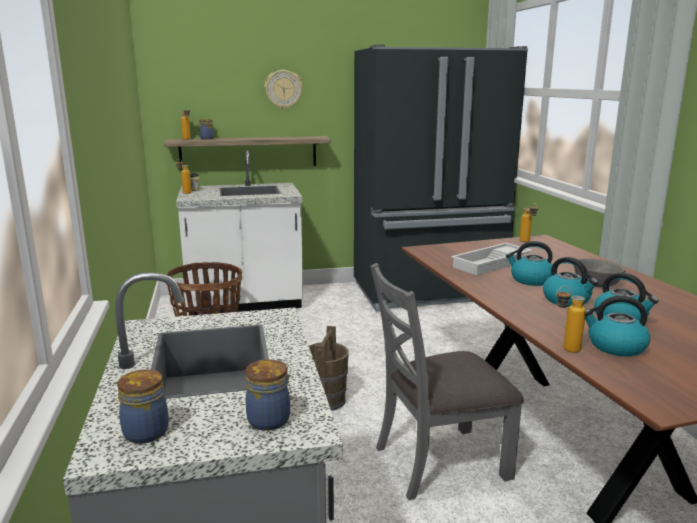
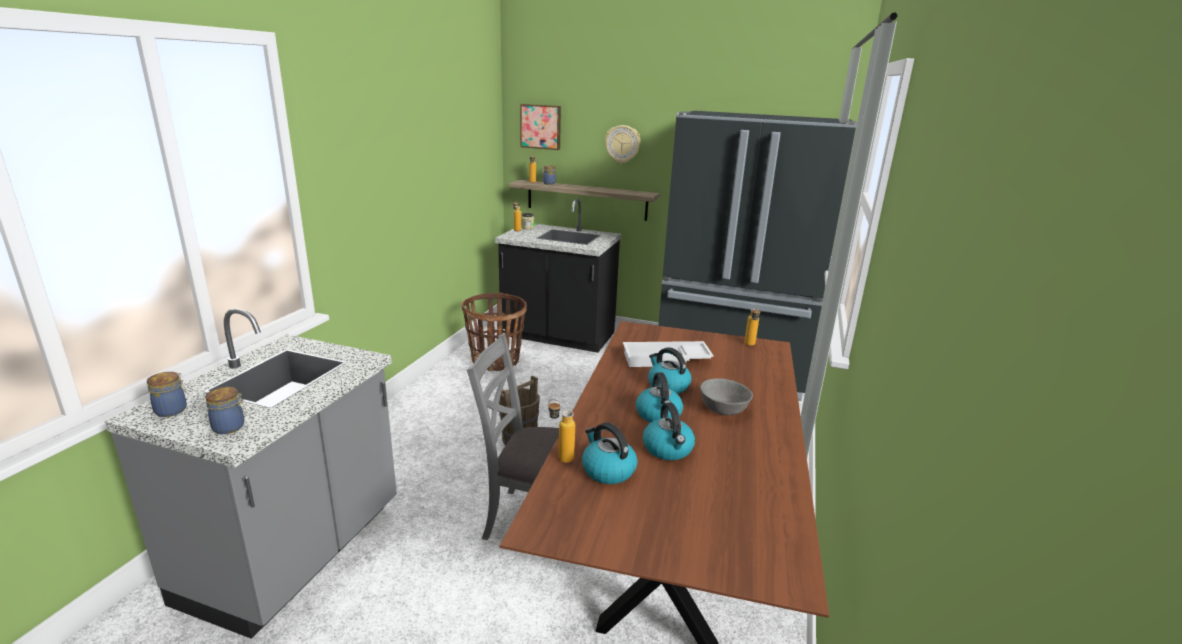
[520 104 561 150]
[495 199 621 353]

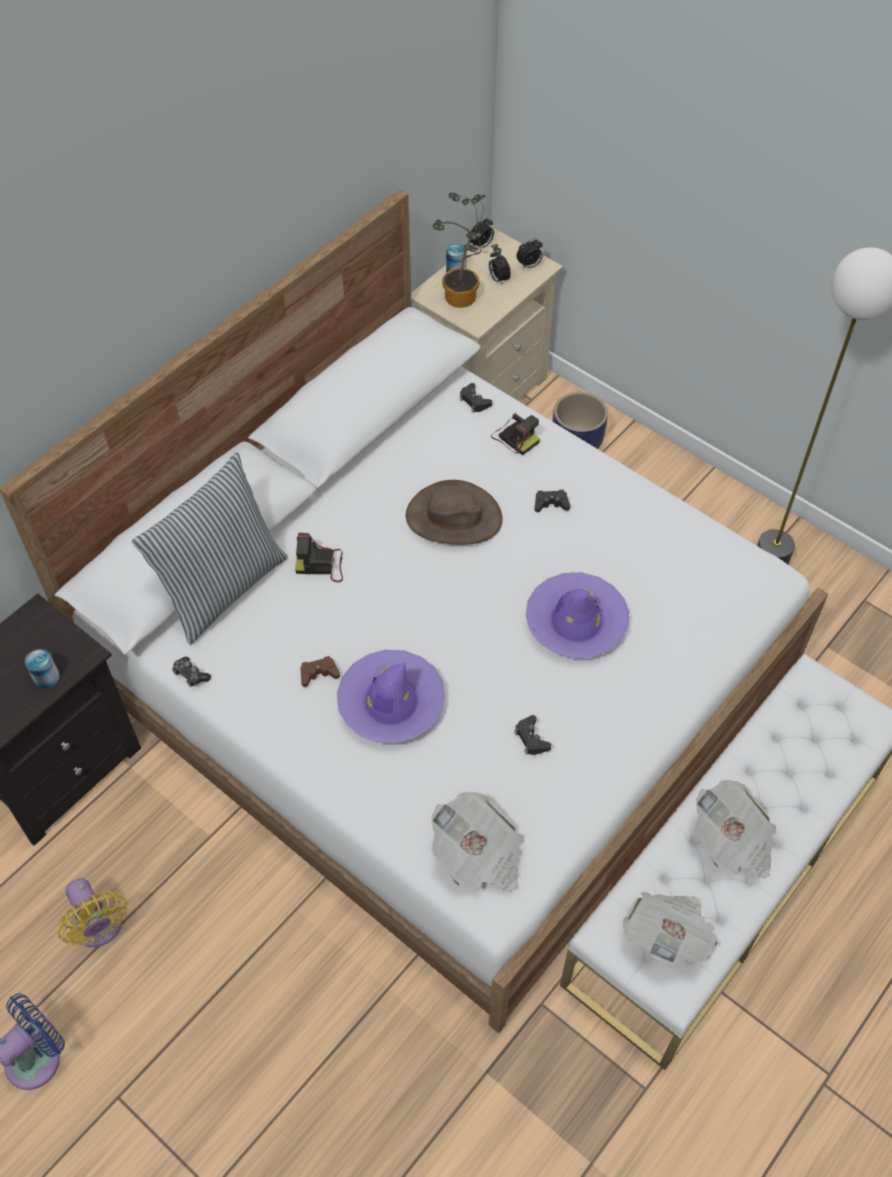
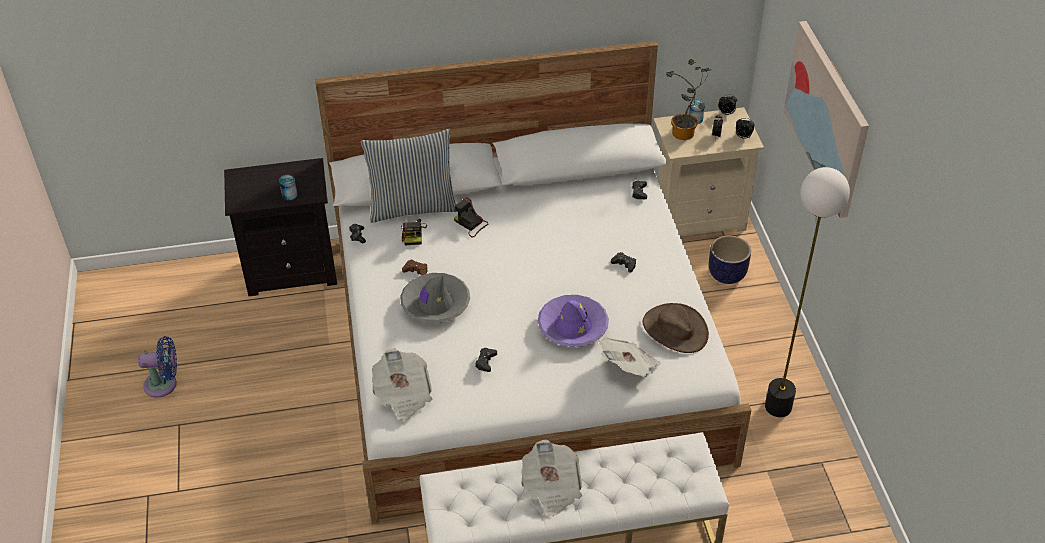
[58 878 128 947] (first image)
[783 21 869 218]
[643 303 709 353]
[401 219 427 245]
[599 337 661 377]
[400 273 470 323]

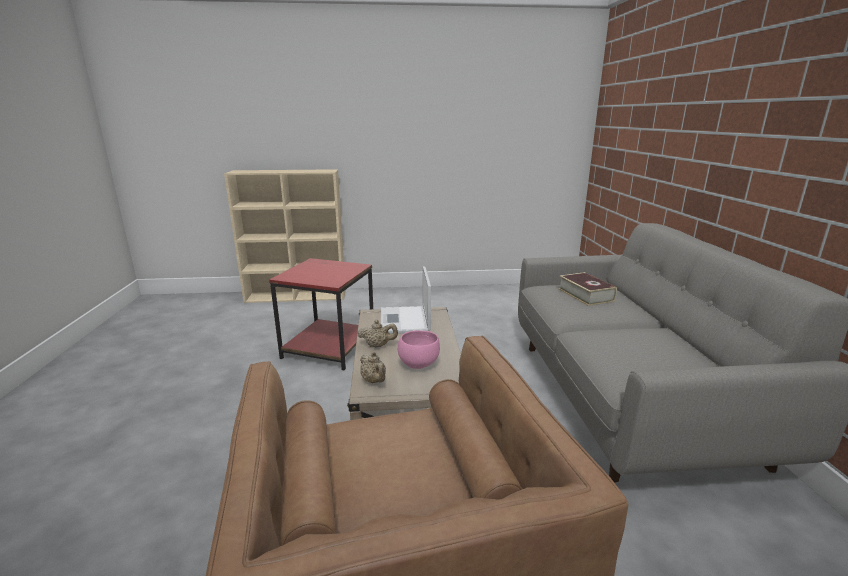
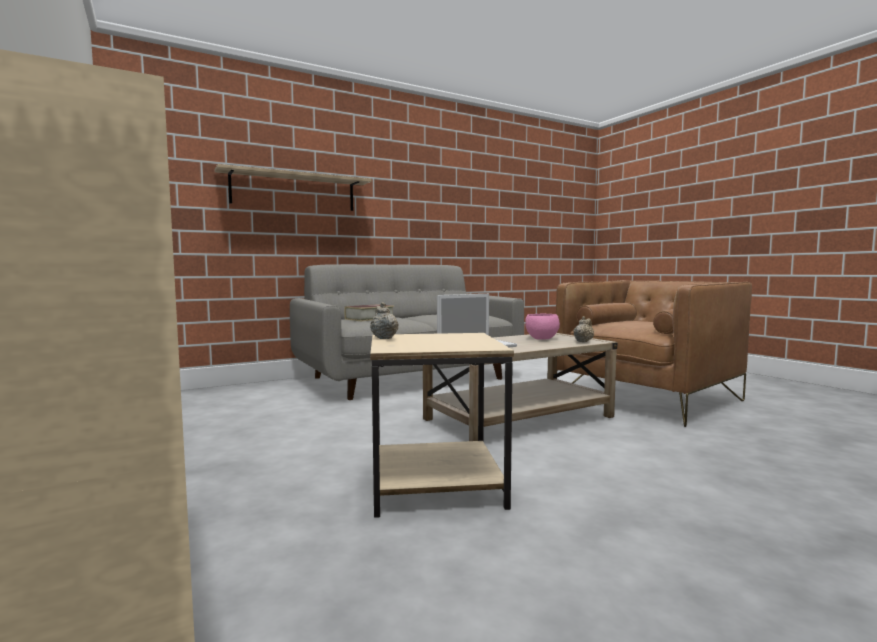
[215 164 371 211]
[370 302 399 339]
[370 333 514 518]

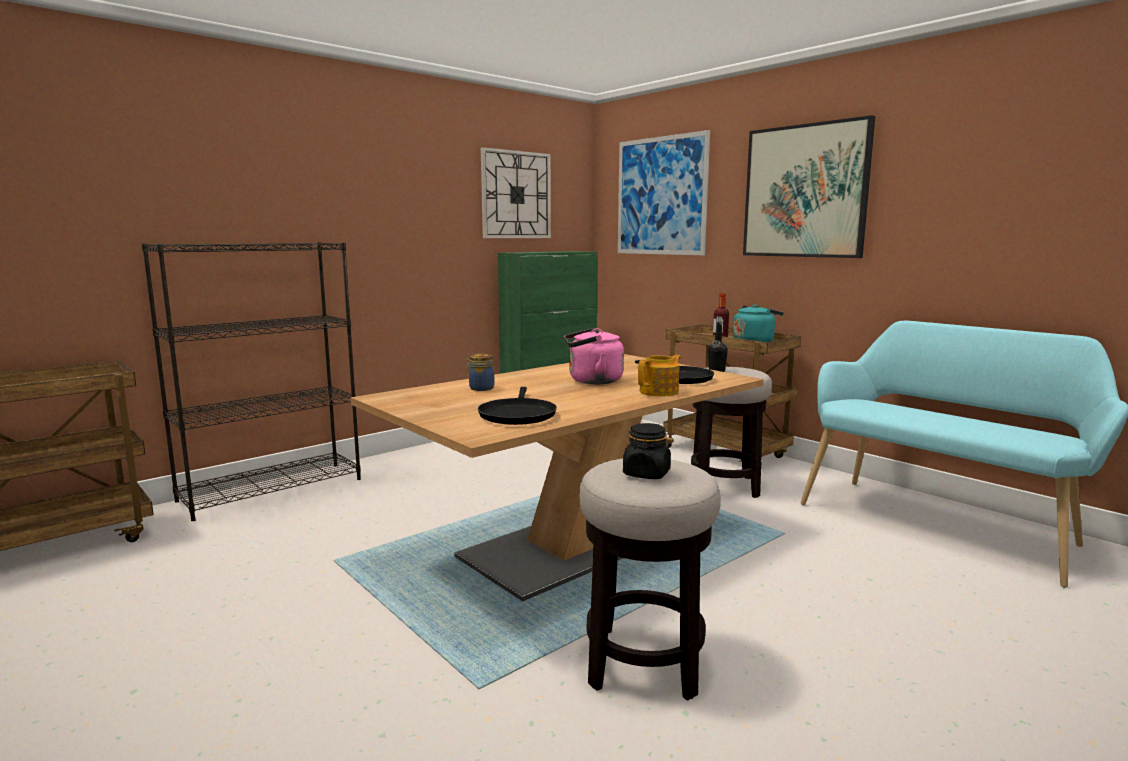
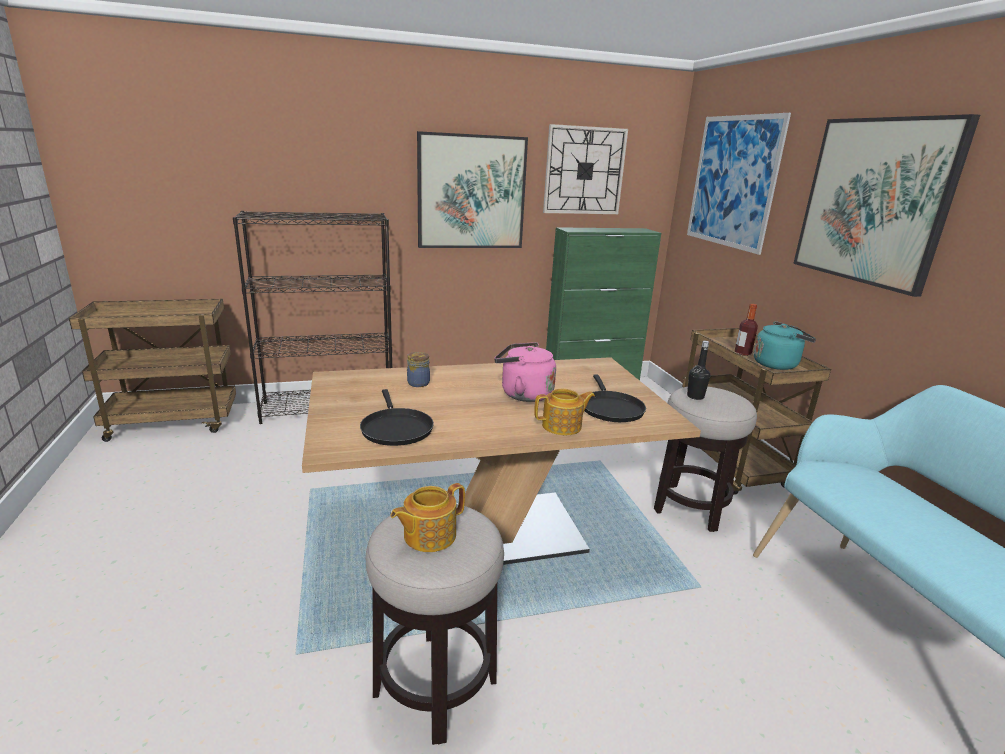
[417 131 528 248]
[391 483 465 552]
[360 389 434 446]

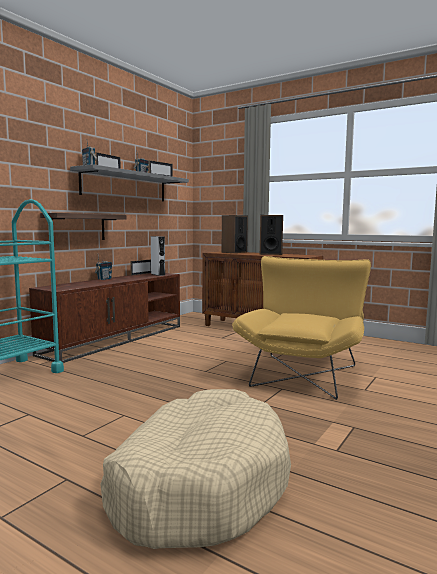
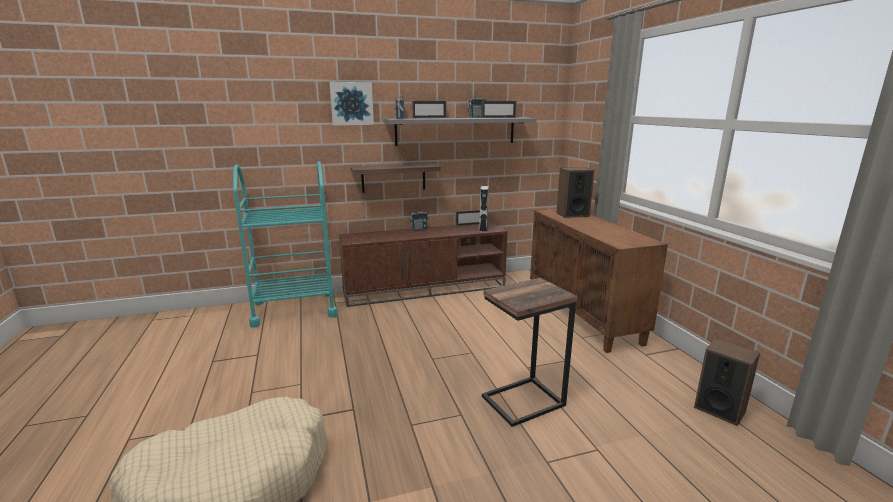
[329 82 374 125]
[694 338 761 426]
[482 278 578 427]

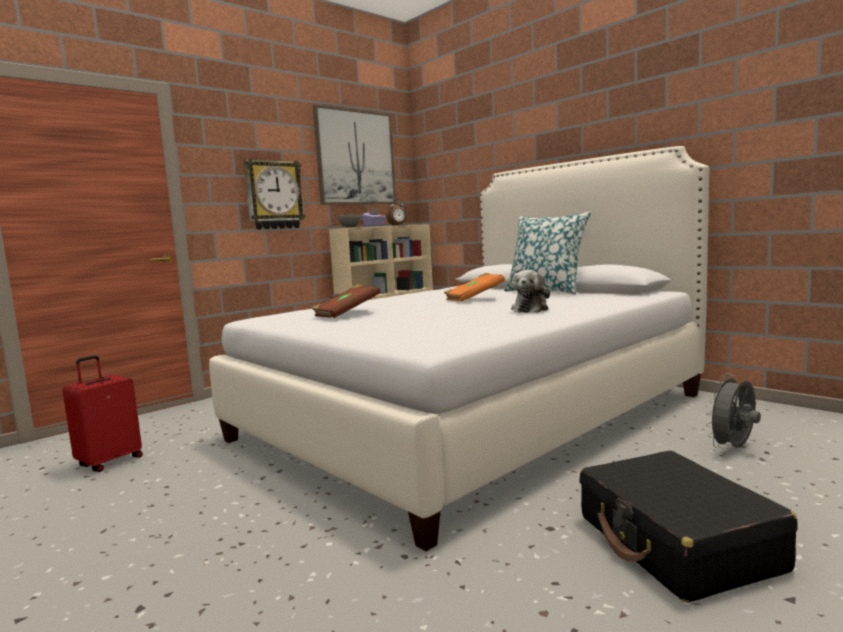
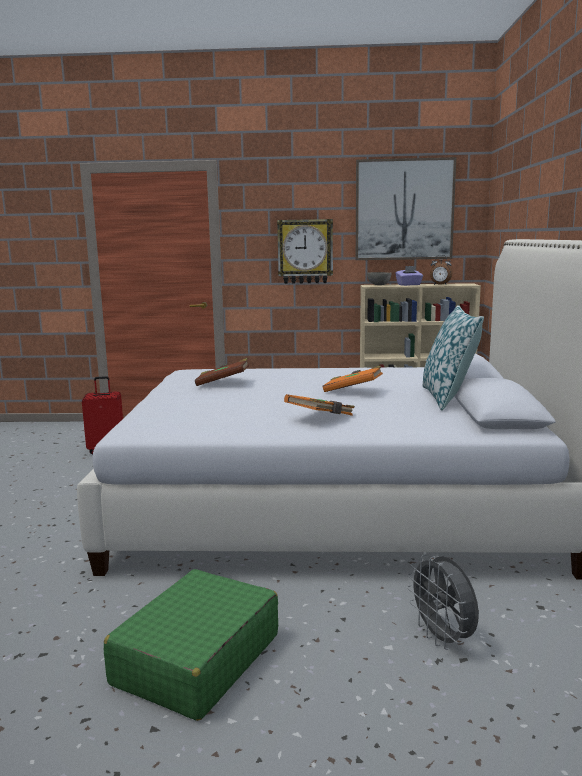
[284 394 355 416]
[104 569 278 721]
[407 554 479 650]

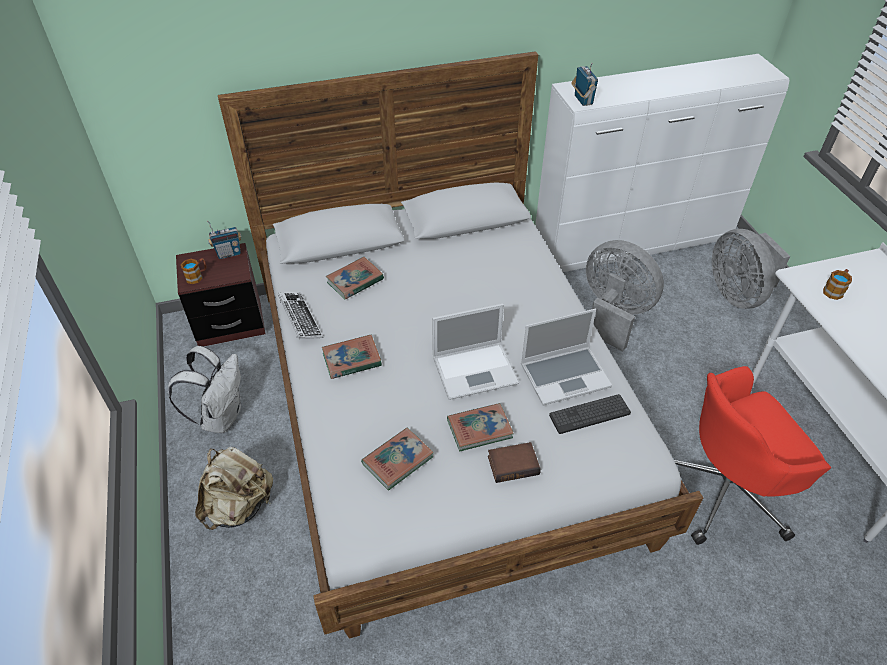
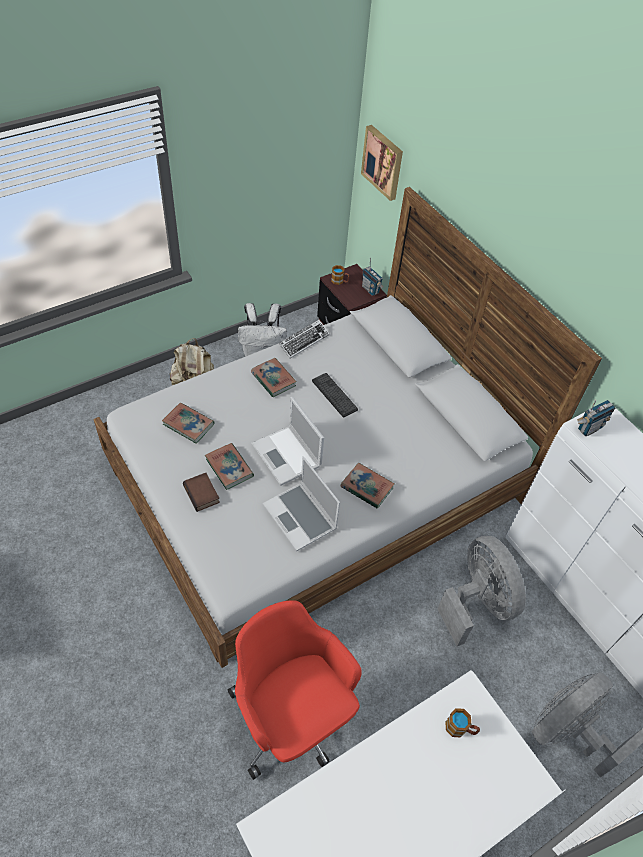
[361 125 403 201]
[341 463 395 509]
[312 373 358 418]
[437 536 526 646]

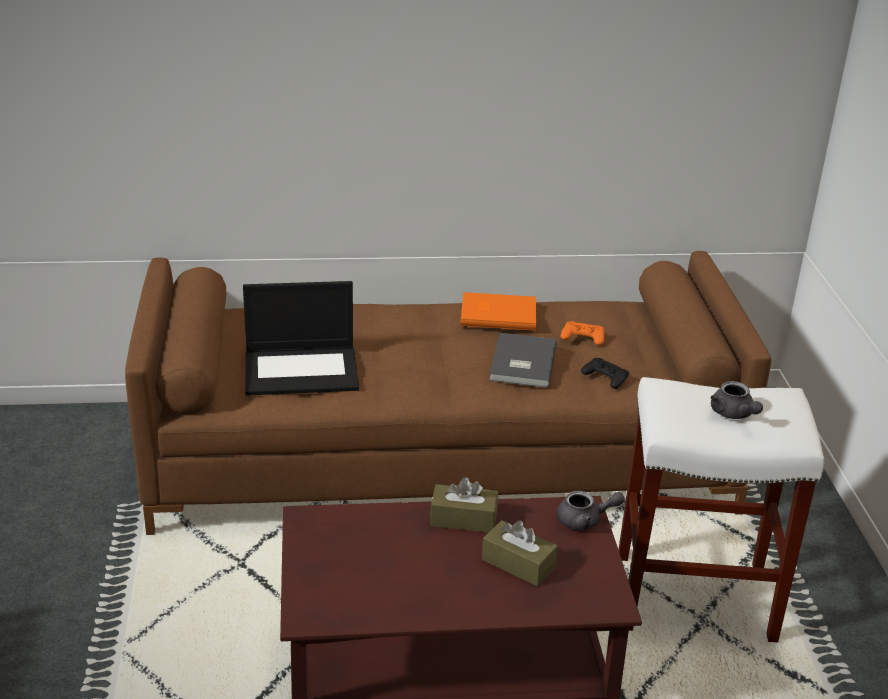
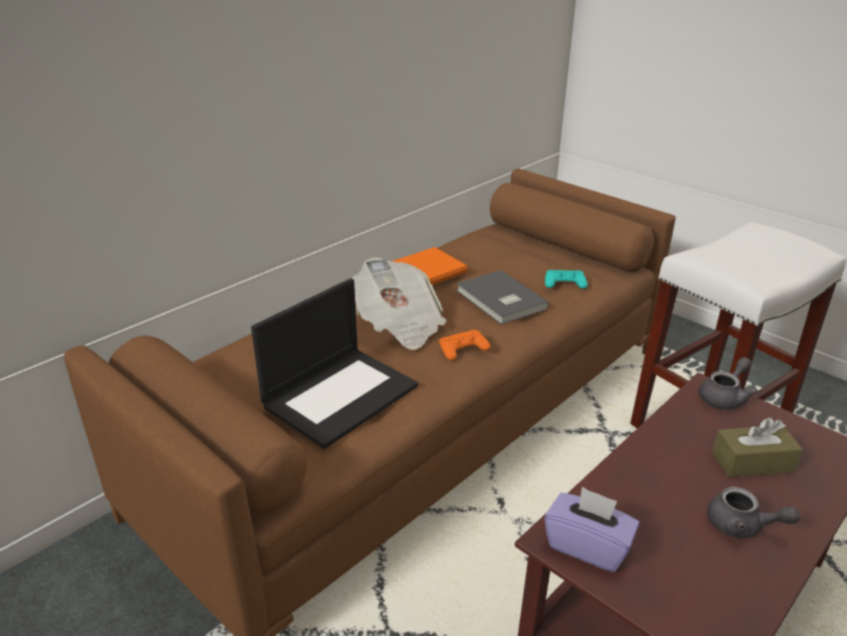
[430 477 498 533] (first image)
[351 257 447 350]
[544 487 639 572]
[439 330 491 360]
[707 487 800 538]
[545 270 588 289]

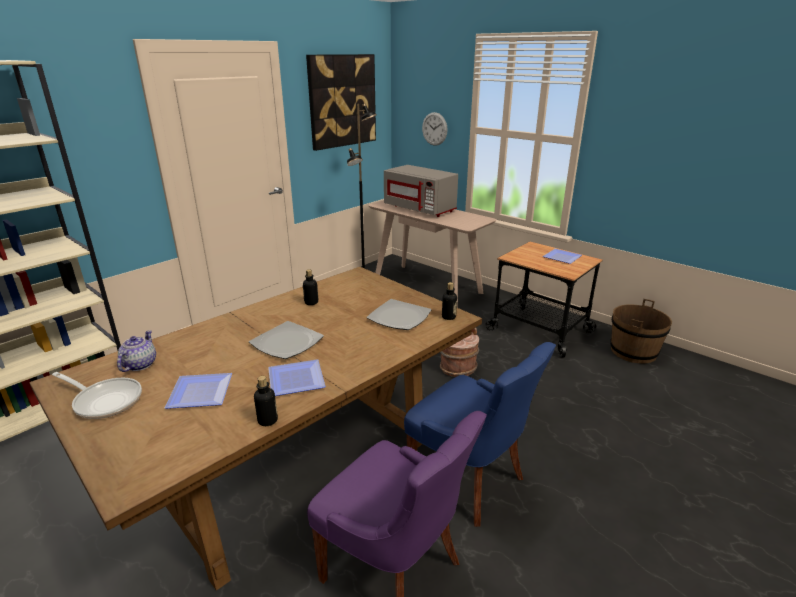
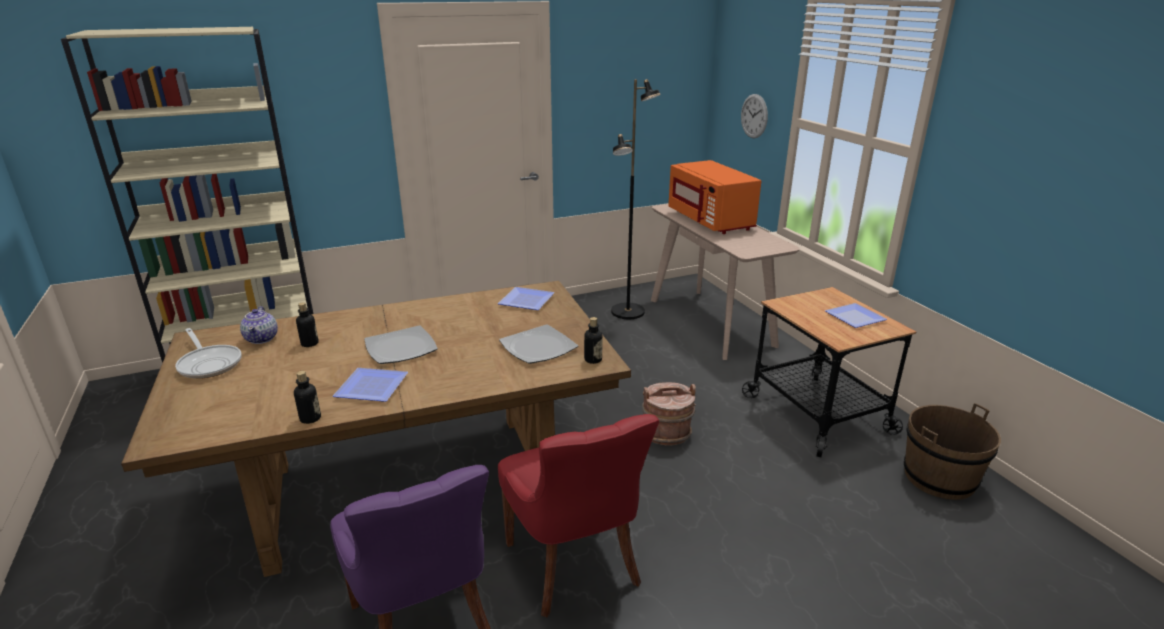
[306 54 376 151] (first image)
[498 287 554 310]
[296 302 319 347]
[668 160 761 234]
[498 414 659 617]
[240 306 278 344]

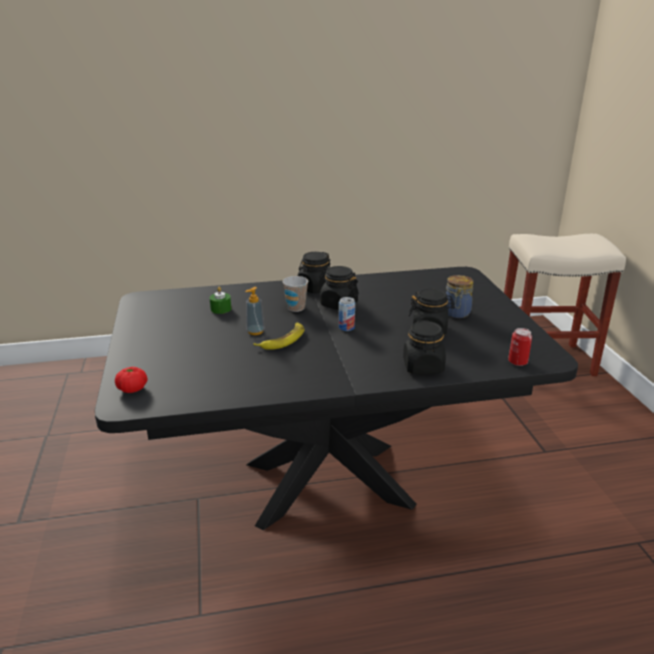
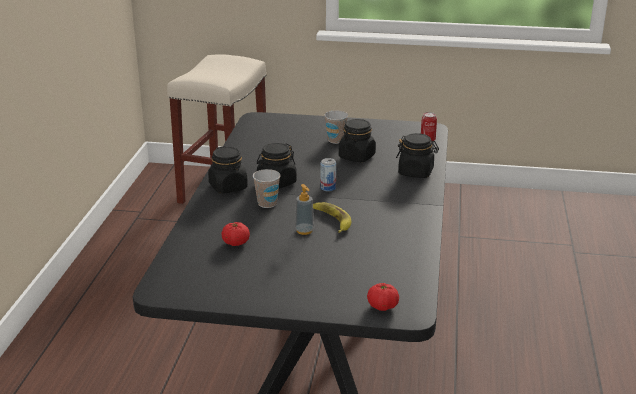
[221 222 250 246]
[324 110 348 144]

